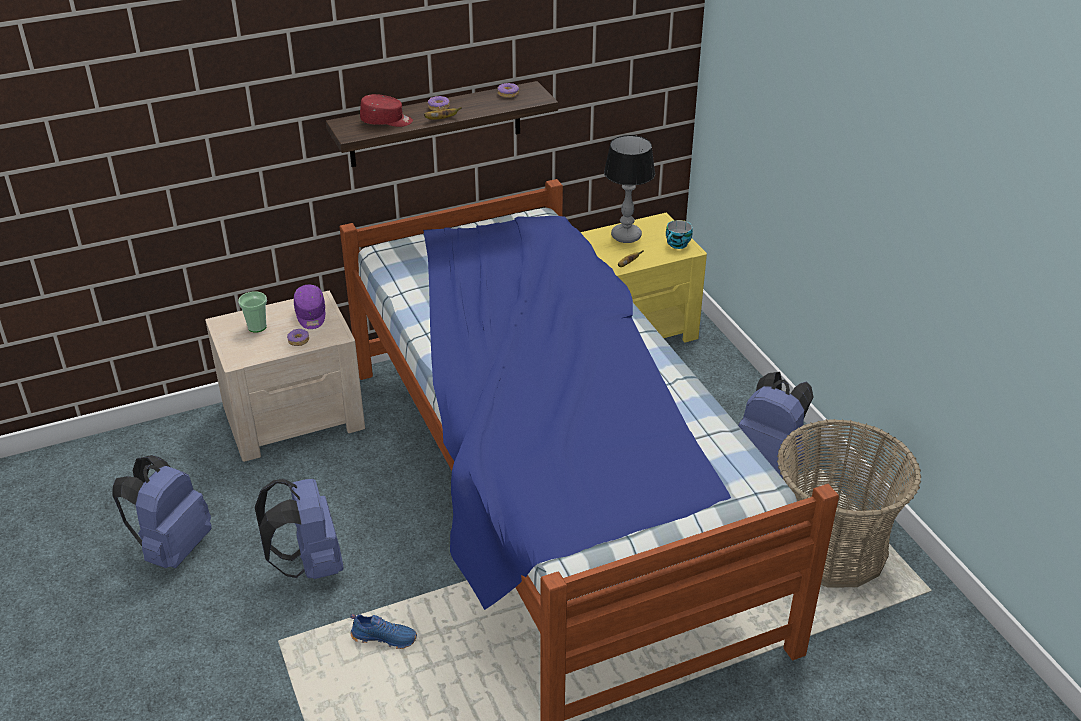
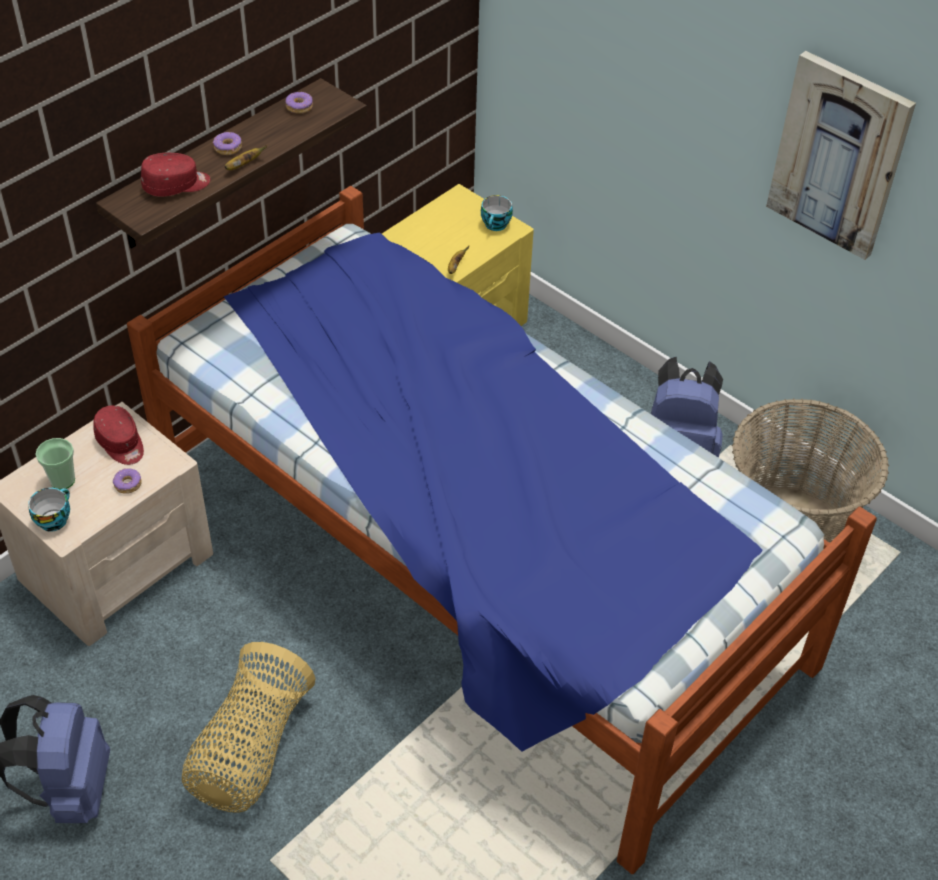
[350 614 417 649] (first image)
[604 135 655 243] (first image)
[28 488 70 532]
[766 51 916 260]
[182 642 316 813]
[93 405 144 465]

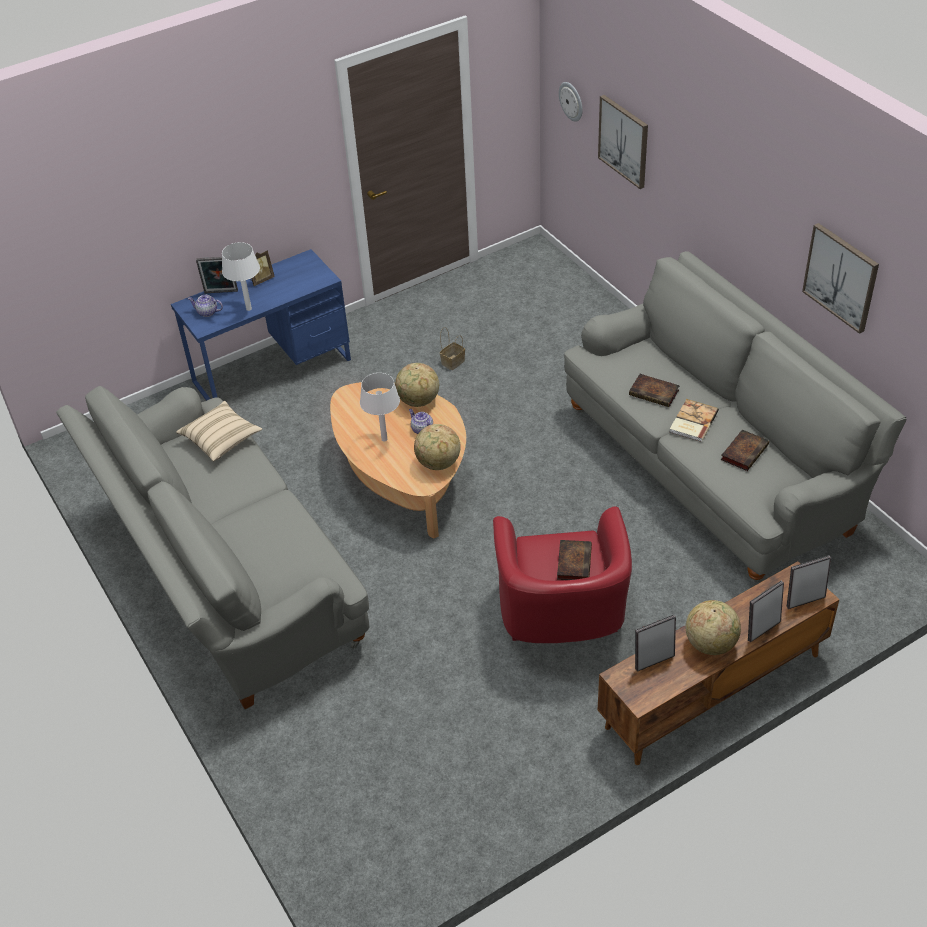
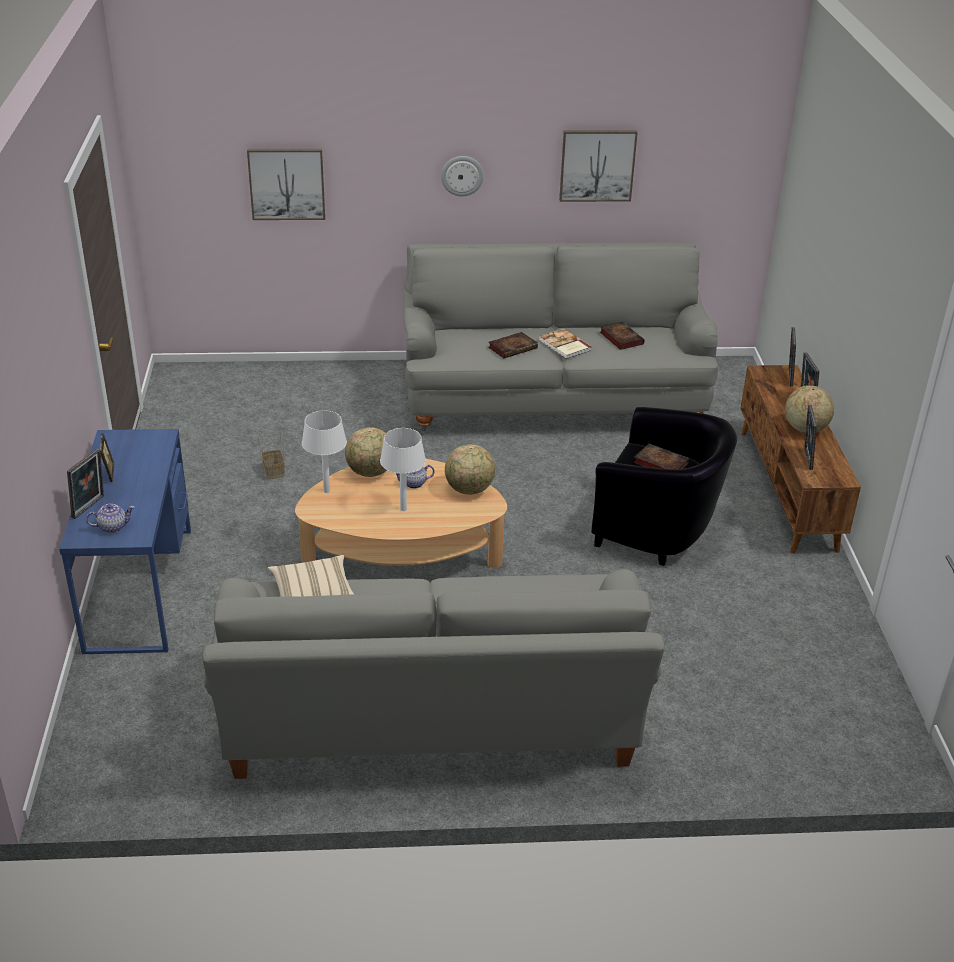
[302 410 347 493]
[441 156 484 196]
[592 407 737 566]
[86 504 135 533]

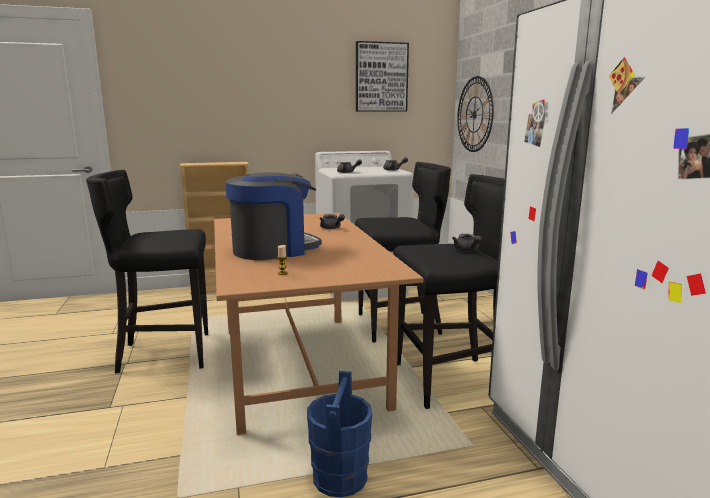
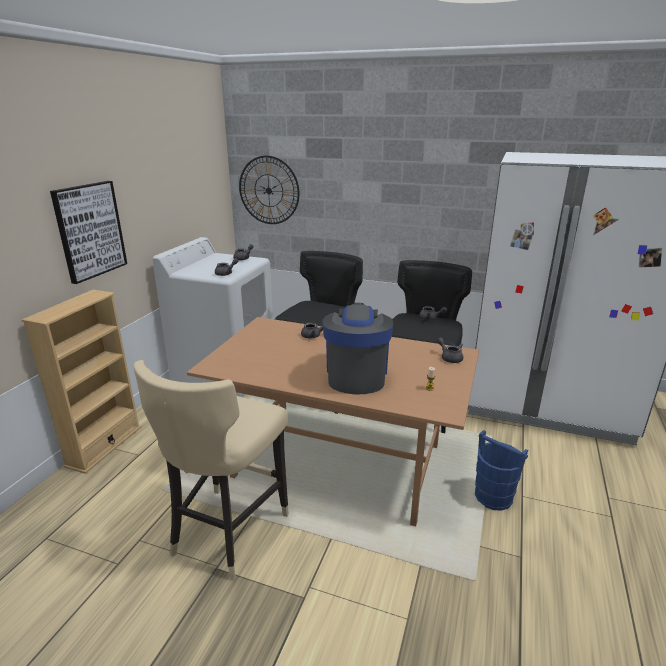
[437 337 463 363]
[50 181 127 284]
[133 360 289 580]

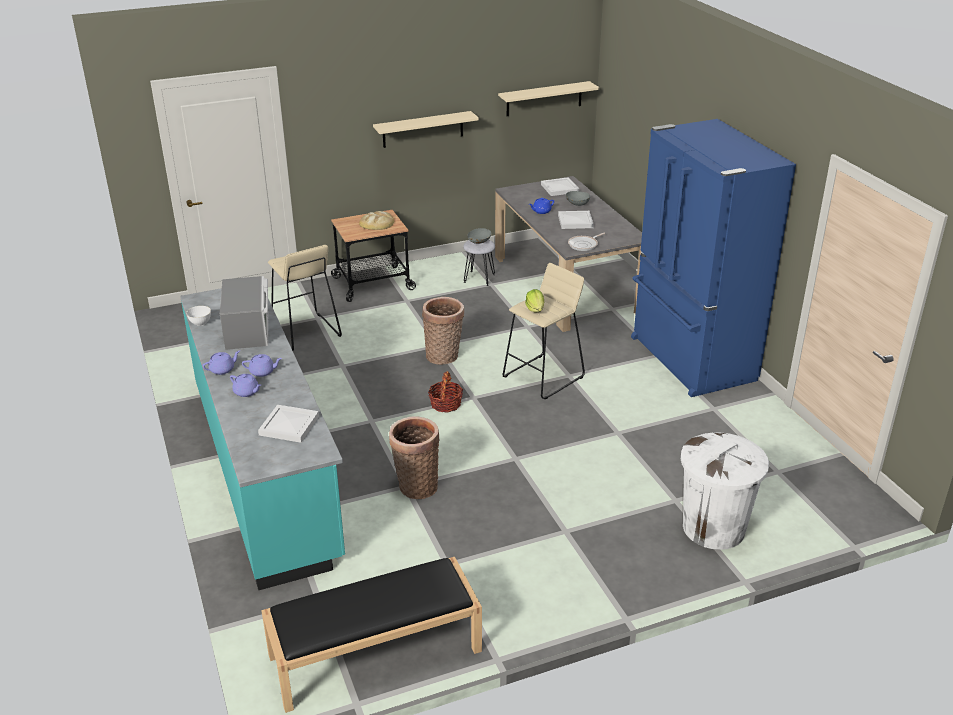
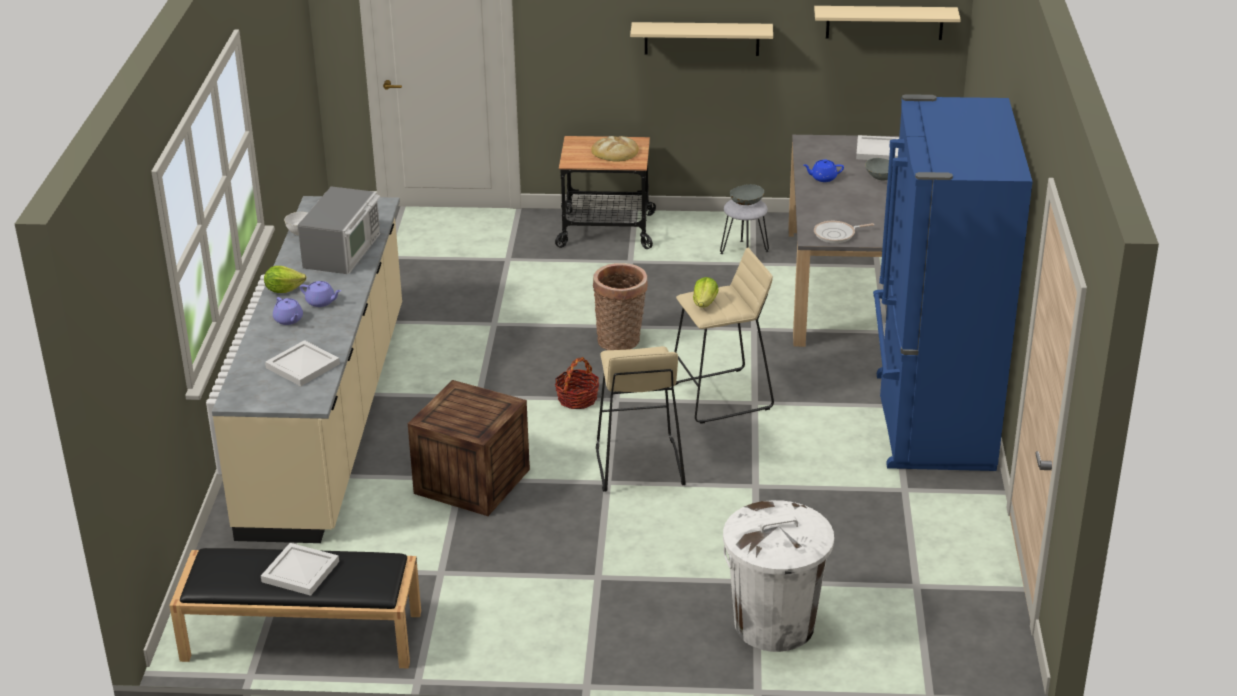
[596 346 686 492]
[261 543 339 596]
[264 266 306 293]
[408 380 530 516]
[212 196 402 543]

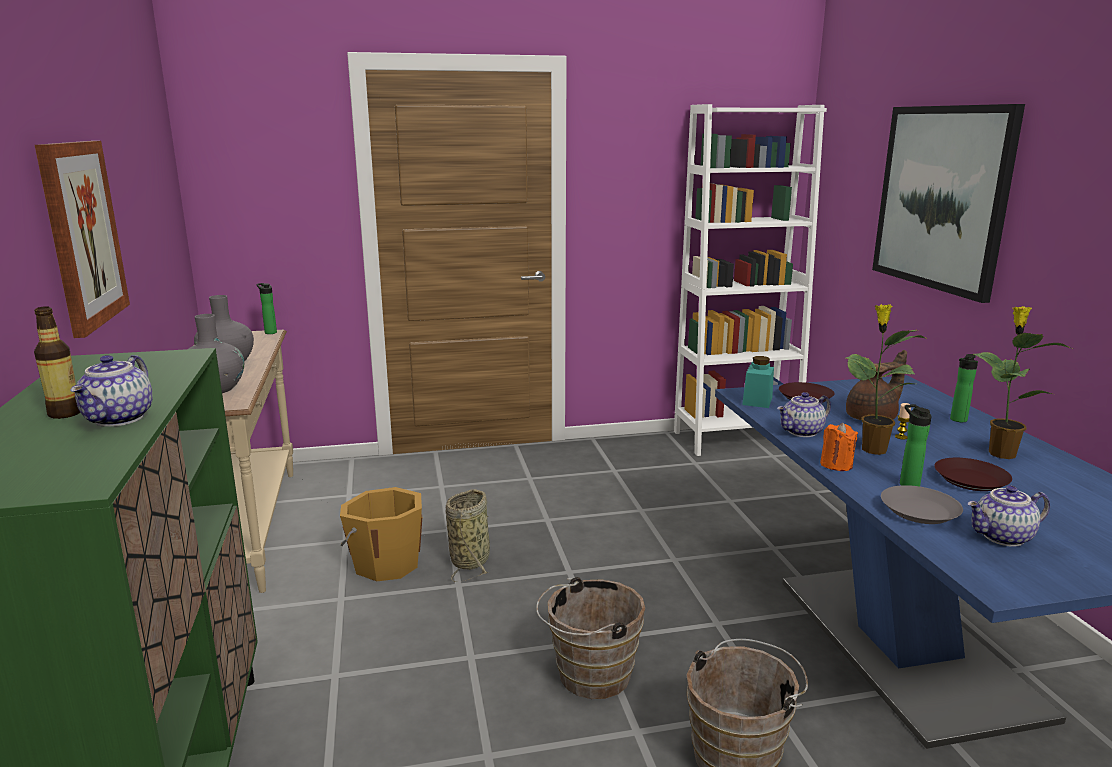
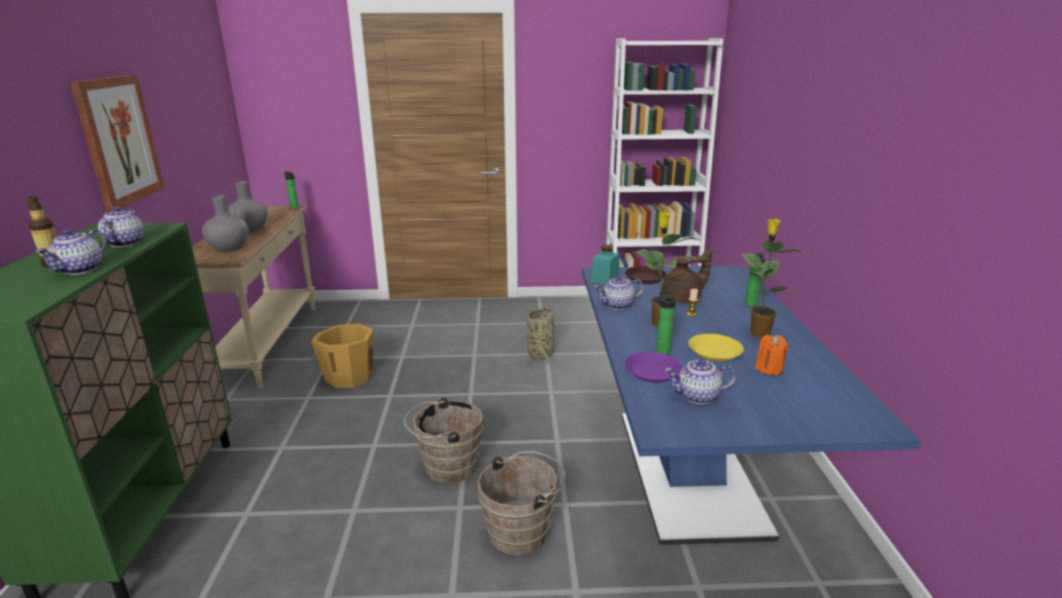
[872 104 1025 303] (first image)
[98 207 144 247]
[526 308 556 365]
[755 335 789 375]
[625 352 682 382]
[688 334 744 361]

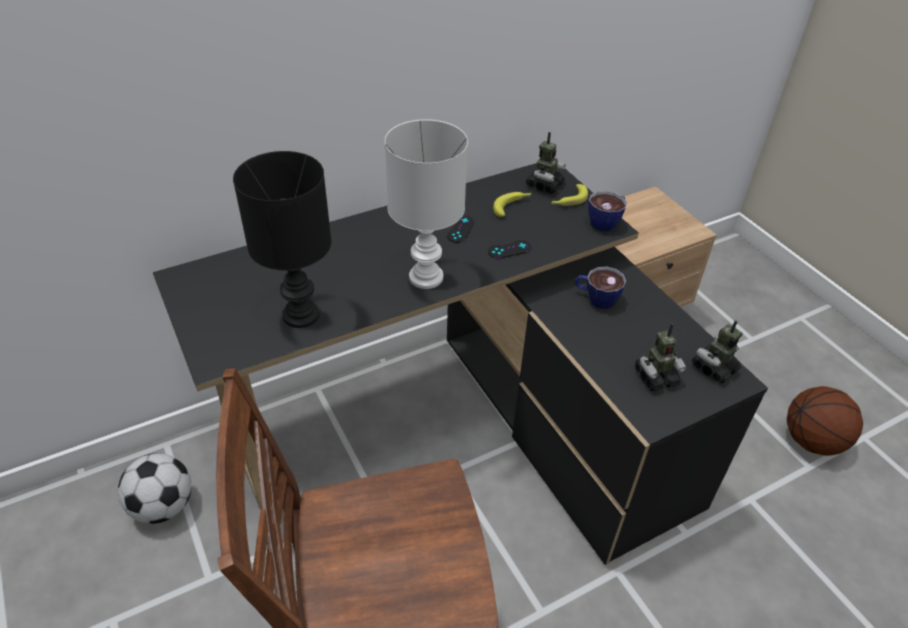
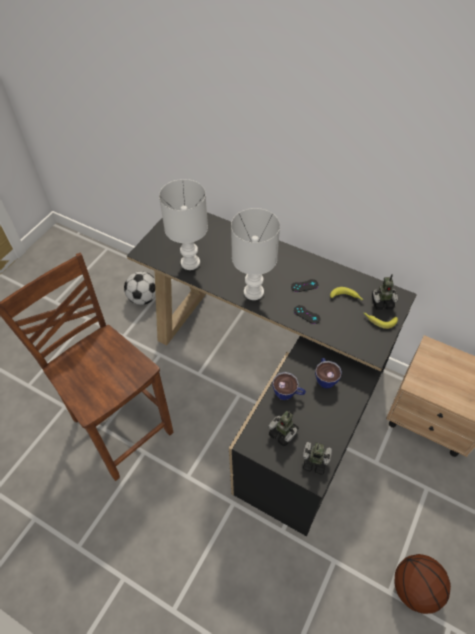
[272 372 306 400]
[159 179 208 270]

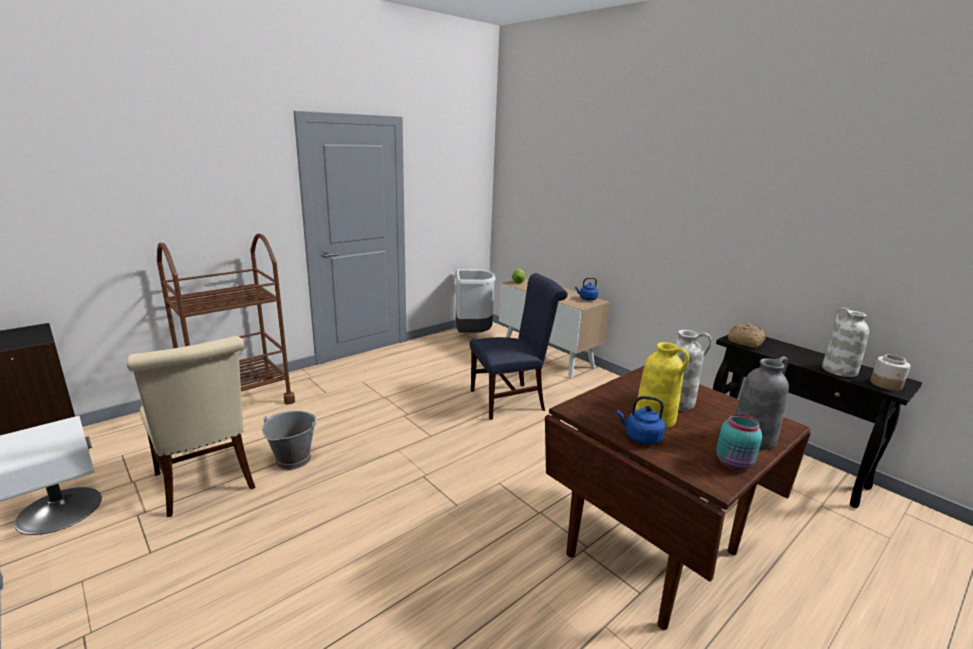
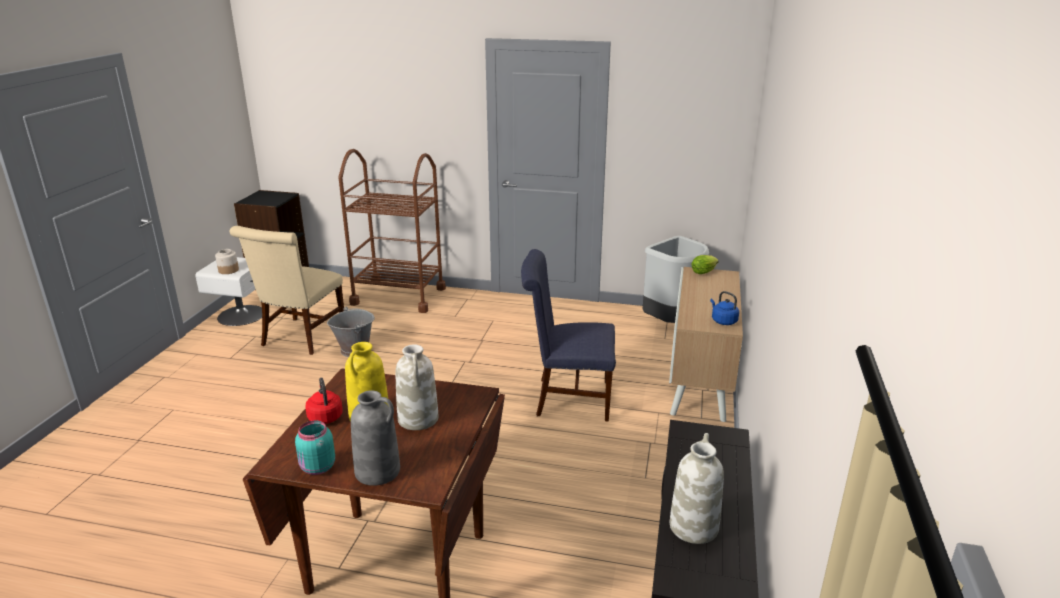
[728 324 766 348] (first image)
[215 249 239 274]
[305 377 343 424]
[521 249 616 421]

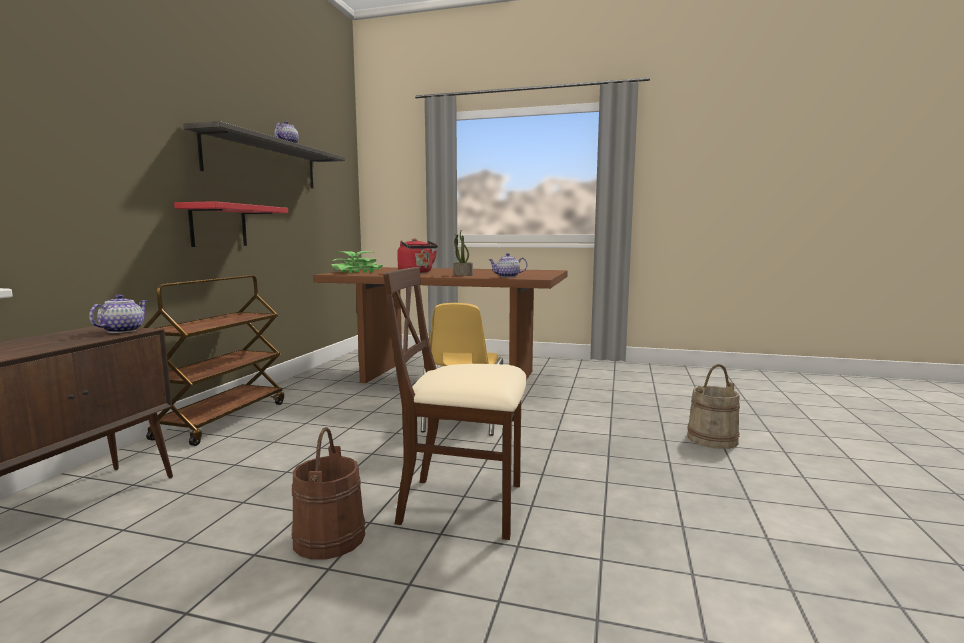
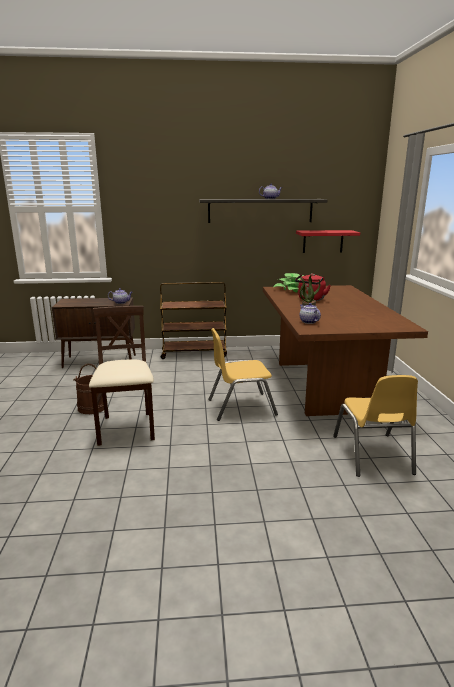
[687 364 740 449] (first image)
[333 375 418 477]
[296 230 360 253]

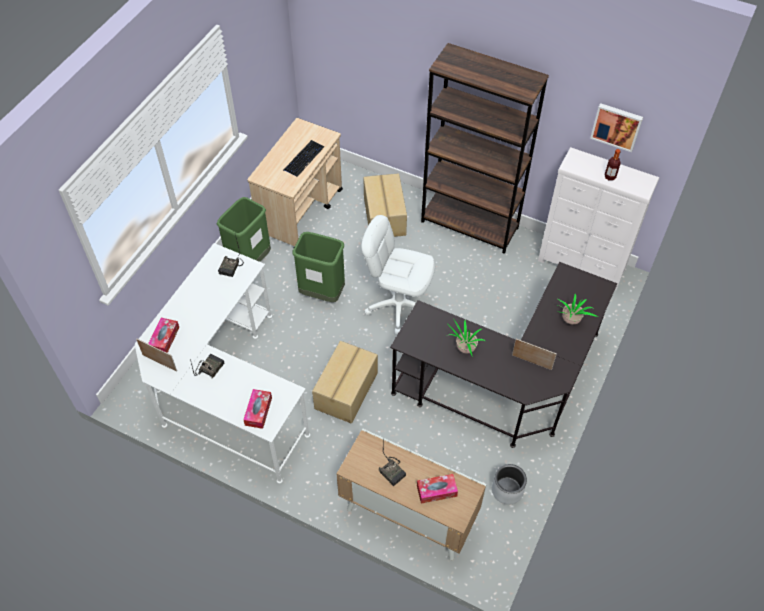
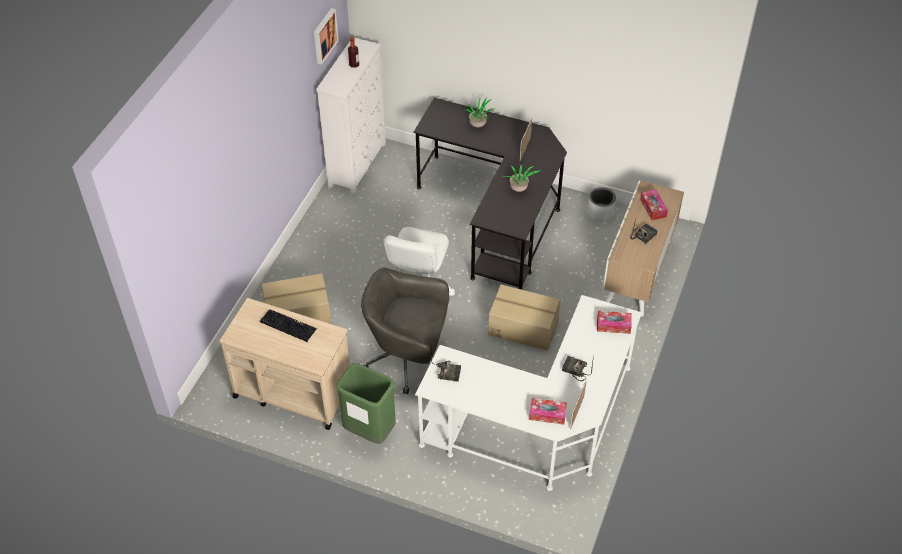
[421 43 549 254] (first image)
[361 268 449 394]

